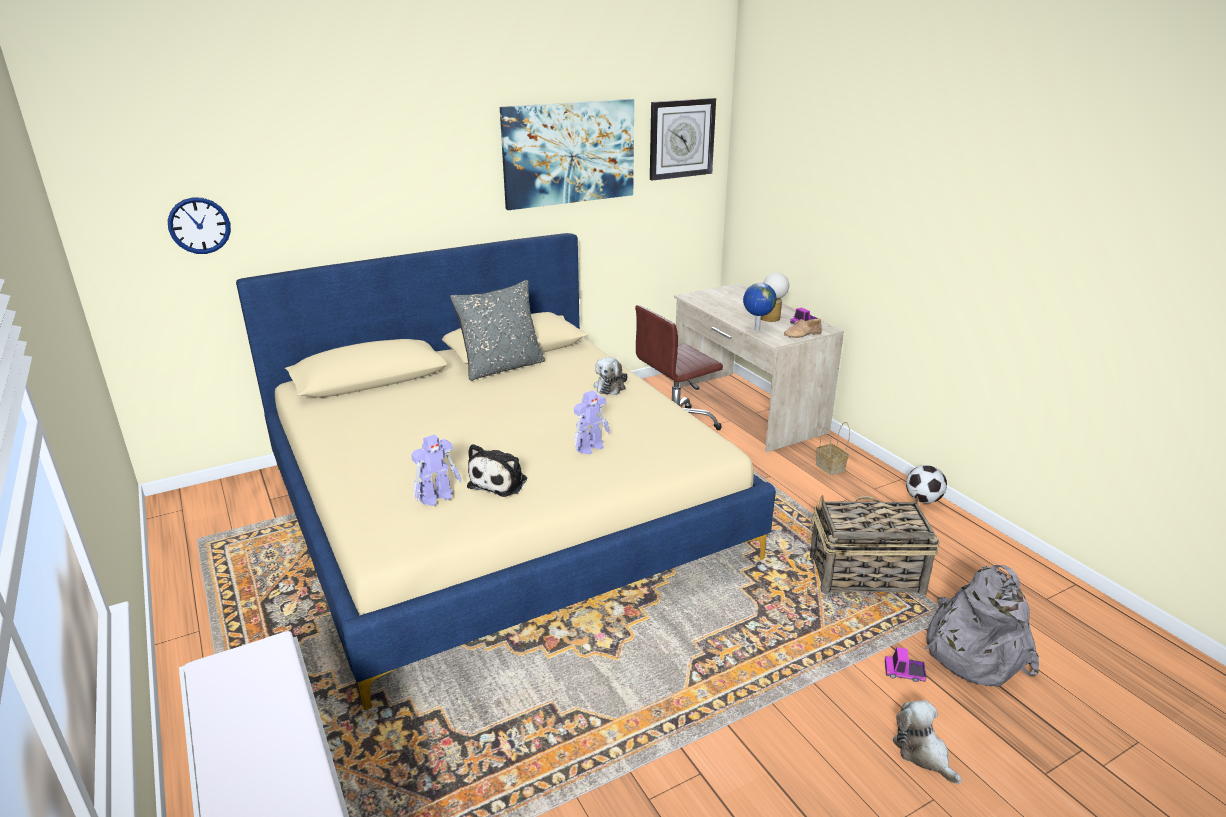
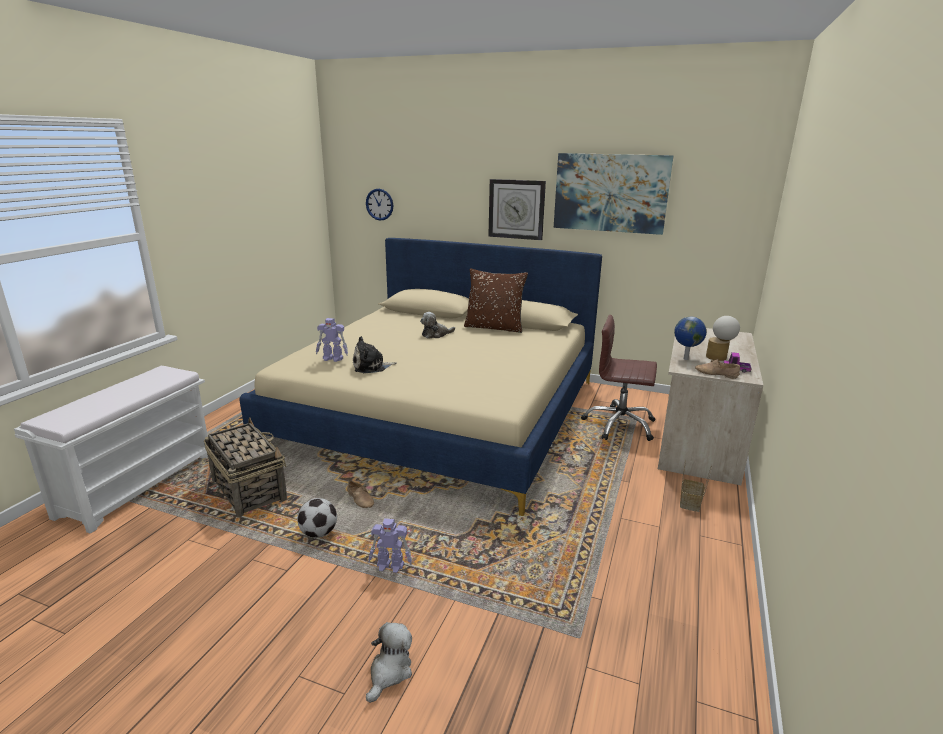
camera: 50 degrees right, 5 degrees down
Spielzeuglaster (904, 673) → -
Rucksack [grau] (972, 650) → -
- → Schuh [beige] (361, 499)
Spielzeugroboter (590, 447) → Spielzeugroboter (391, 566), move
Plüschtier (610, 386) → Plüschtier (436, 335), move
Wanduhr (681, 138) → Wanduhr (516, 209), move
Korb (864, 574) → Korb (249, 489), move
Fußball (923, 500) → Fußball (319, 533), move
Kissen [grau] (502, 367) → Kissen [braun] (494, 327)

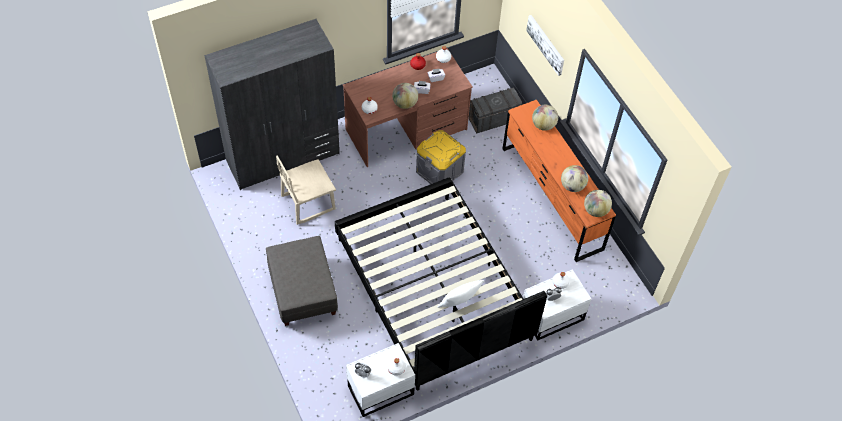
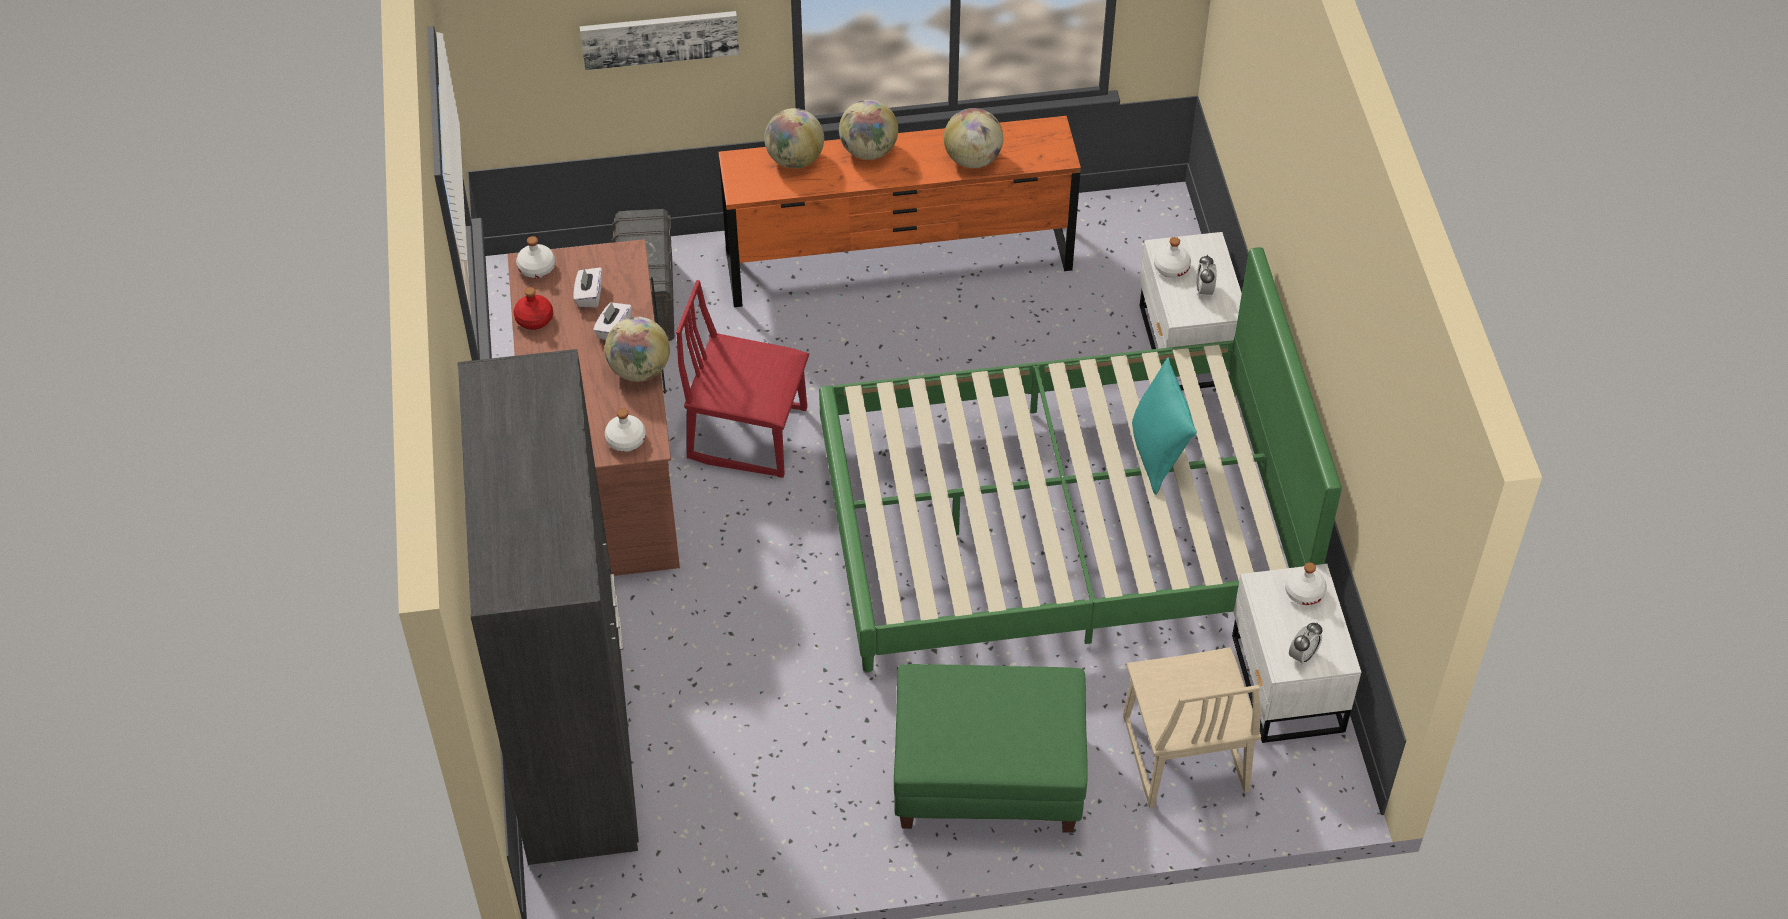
camera: 70 degrees left, 5 degrees down
Stuhl [beige] (308, 202) → Stuhl [beige] (1183, 755), move
Globus (595, 210) → Globus (868, 151), move
Aufbewahrungsbox [grau] (439, 171) → Stuhl [rot] (748, 433)
Polsterhocker [grau] (303, 291) → Polsterhocker [grün] (988, 776)
Bett [schwarz] (432, 289) → Bett [grün] (1059, 526)
Kissen [weiß] (459, 304) → Kissen [türkis] (1158, 455)

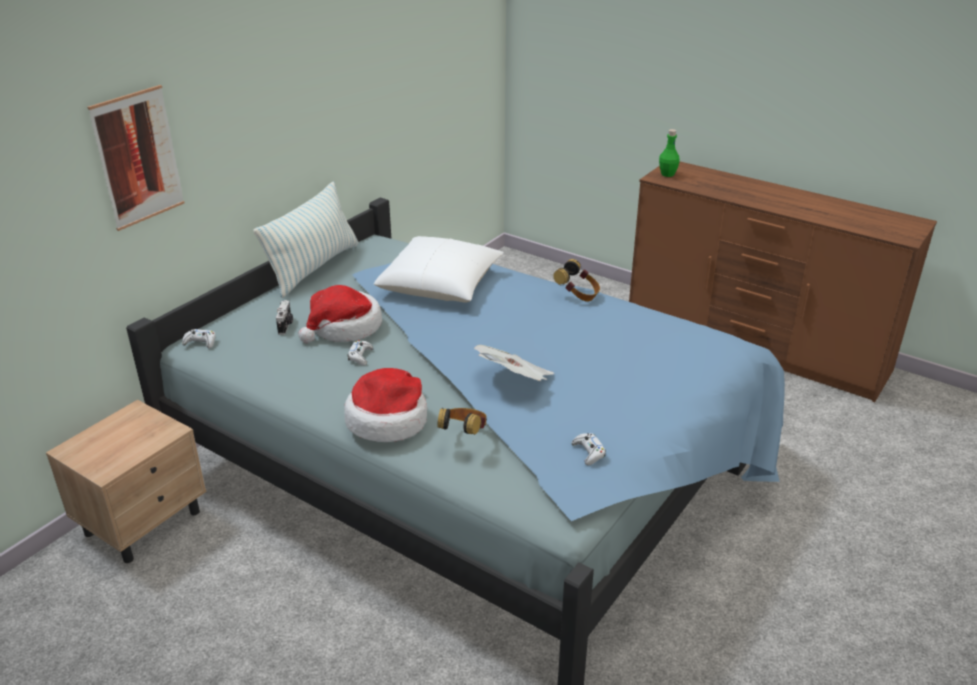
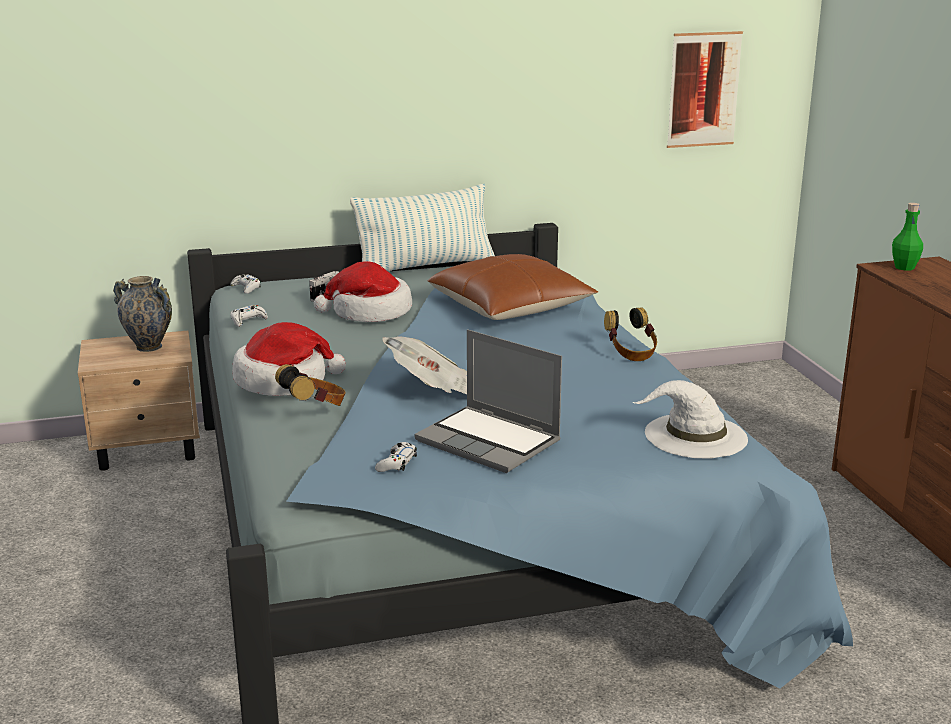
camera: 40 degrees right, 10 degrees down
- → Vase (148, 347)
- → Laptop (490, 441)
- → Hut [weiß] (694, 436)
Bild (138, 158) → Bild (703, 89), move
Gamepad [weiß] (360, 356) → Gamepad [weiß] (248, 320), move
Kissen [weiß] (440, 284) → Kissen [braun] (511, 307)

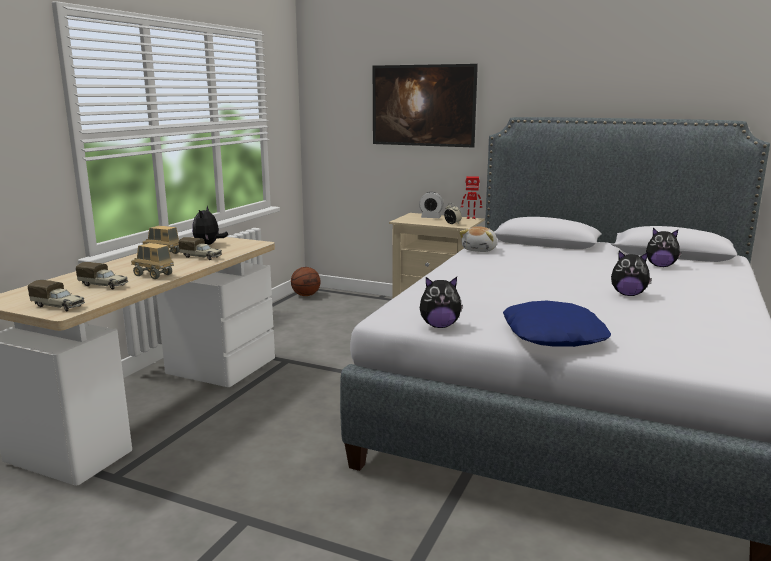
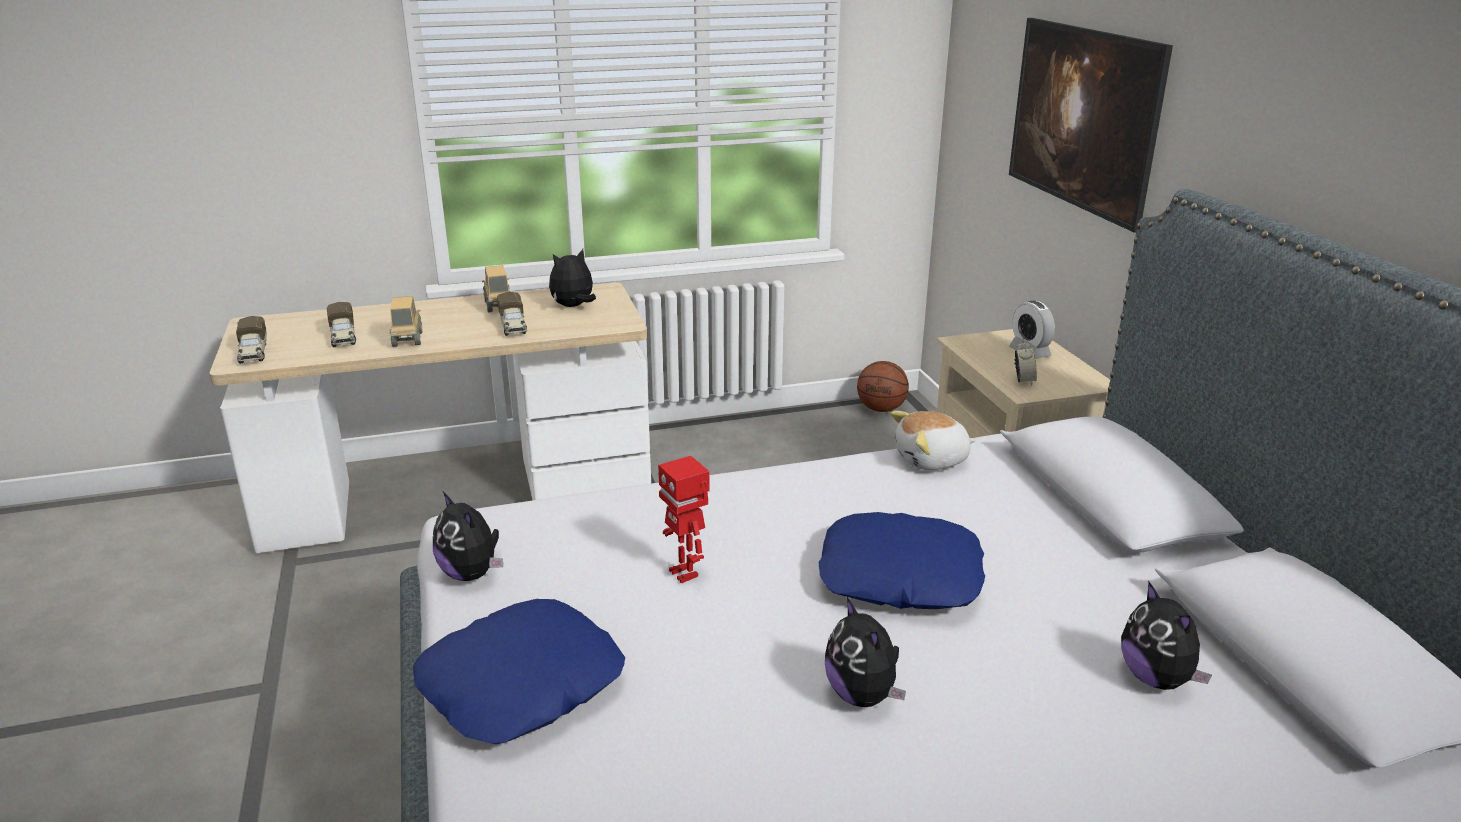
camera: 50 degrees right, 10 degrees up
- → Kissen [blau] (899, 577)
Spielzeugroboter (471, 218) → Spielzeugroboter (685, 573), move

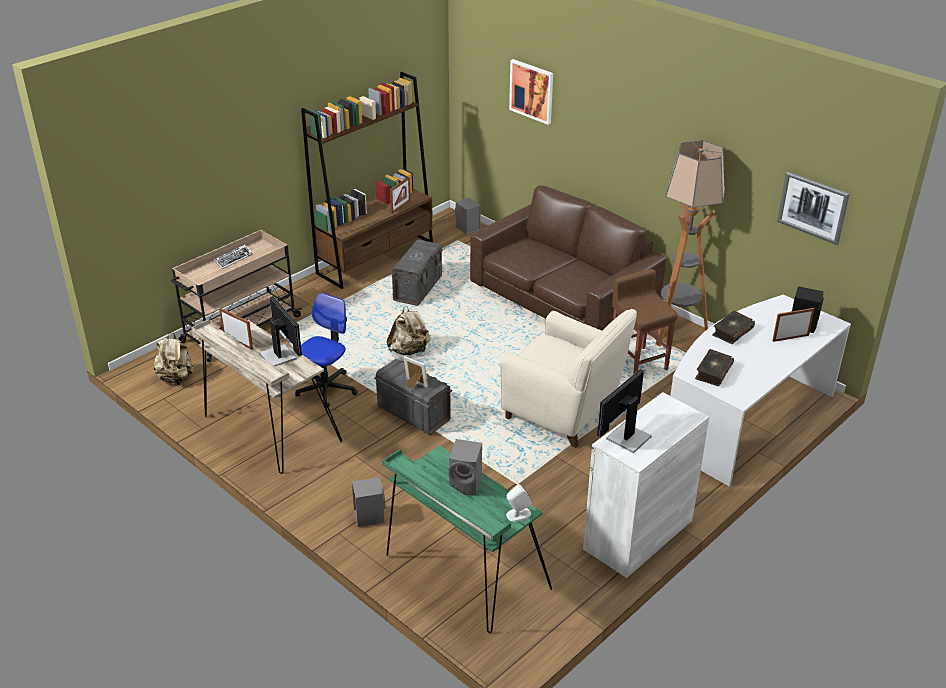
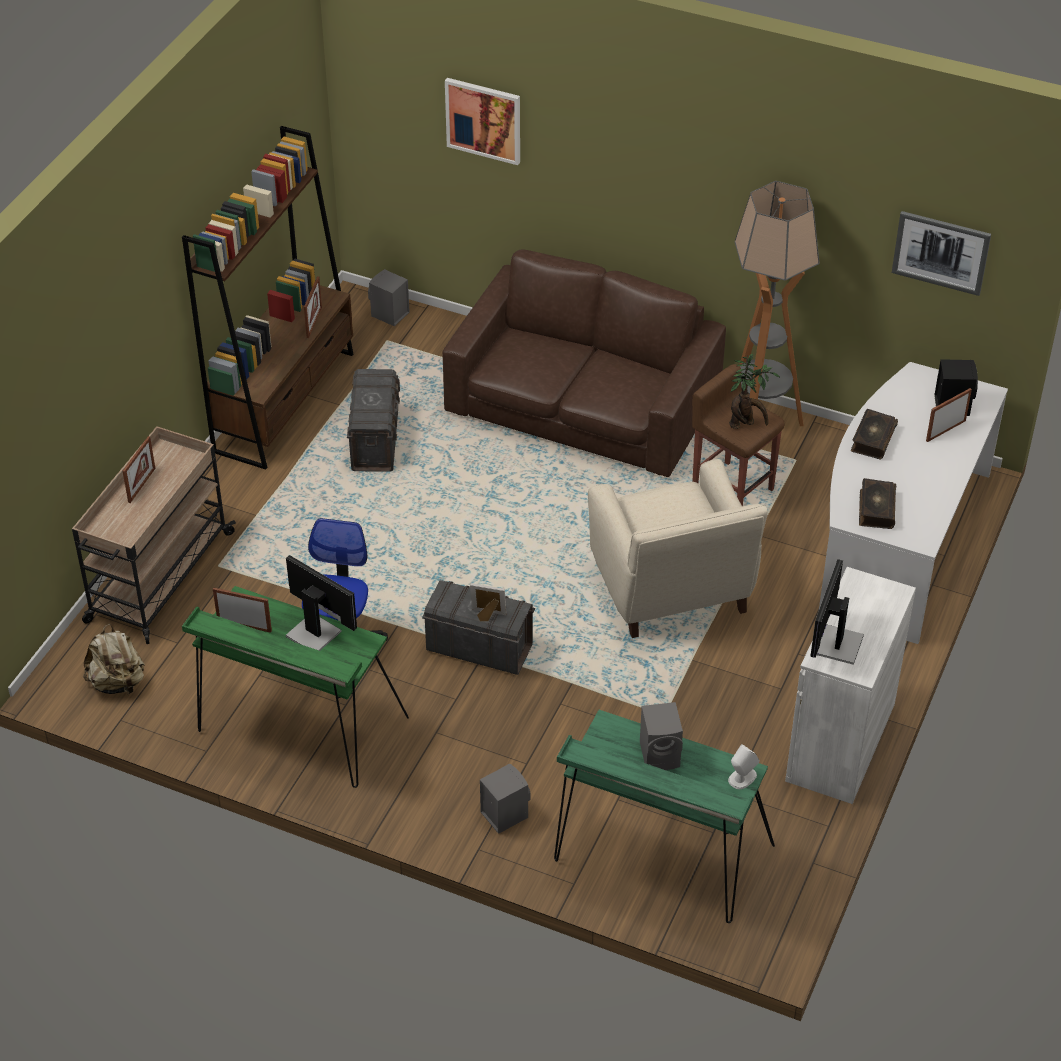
camera: 20 degrees left, 10 degrees up
Rucksack [beige] (409, 350) → -
- → Topfpflanze (745, 424)
Tastatur (233, 259) → Bilderrahmen (142, 485)
Schreibtisch [beige] (268, 429) → Schreibtisch [grün] (297, 726)
Sessel [beige] (564, 411) → Sessel [beige] (671, 590), 60 degrees clockwise

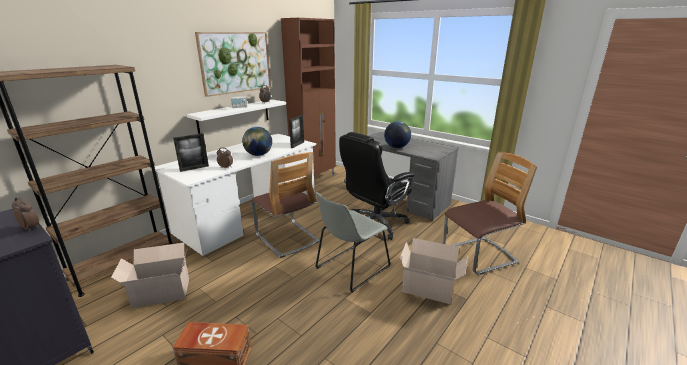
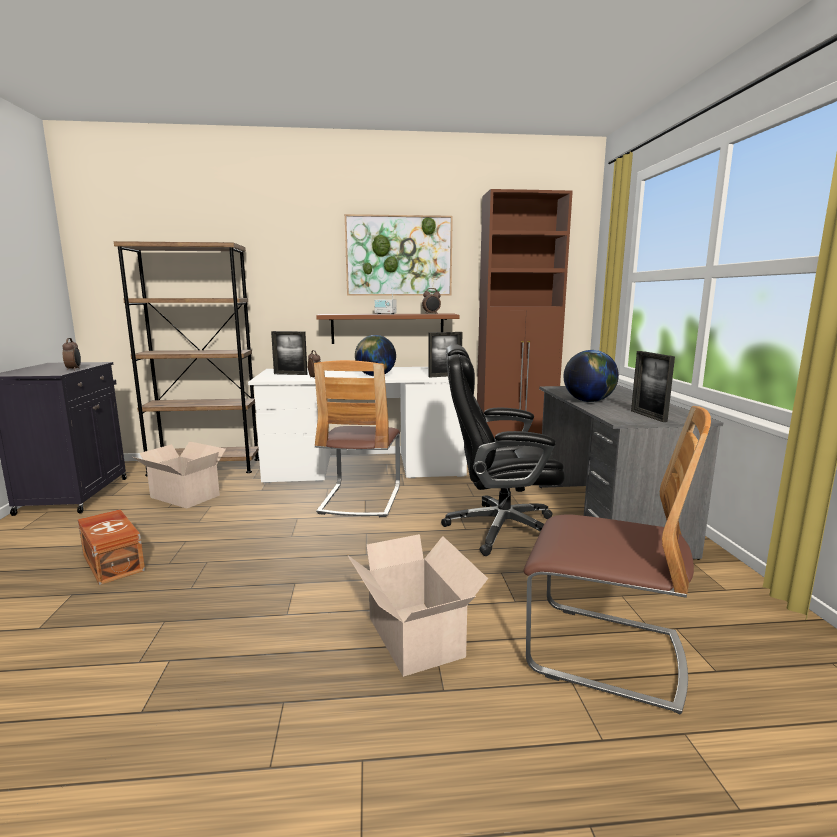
camera: 45 degrees right, 10 degrees down
Stuhl [grau] (350, 268) → -
- → Bilderrahmen (648, 416)
Wandregal [weiß] (234, 116) → Wandregal [braun] (387, 328)

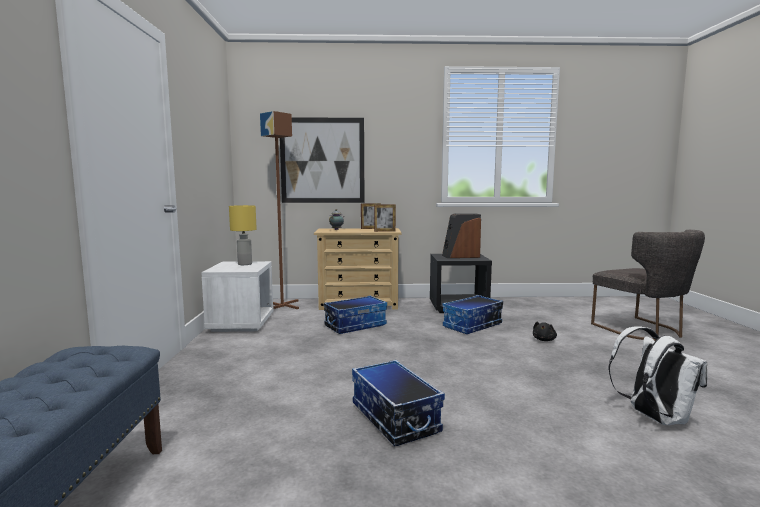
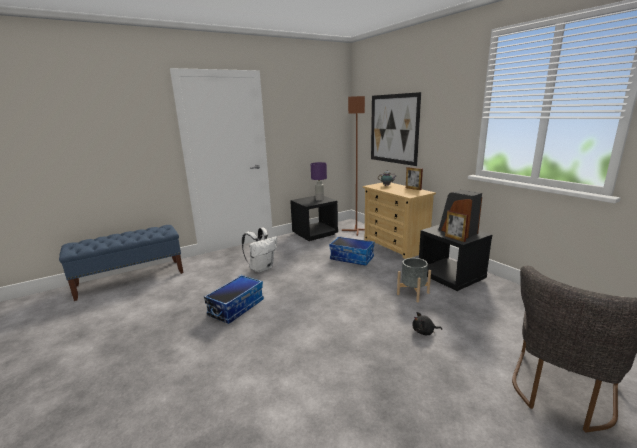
camera: 60 degrees right, 10 degrees up
Bilderrahmen (384, 231) → Bilderrahmen (455, 238), move
Rucksack [weiß] (653, 417) → Rucksack [weiß] (261, 268), move
Aufbewahrungsbox (472, 325) → Pflanzkübel [grau] (413, 293)
Nachttisch [weiß] (241, 323) → Nachttisch [schwarz] (315, 234)
Tischlampe [gelb] (244, 264) → Tischlampe [lila] (319, 199)

